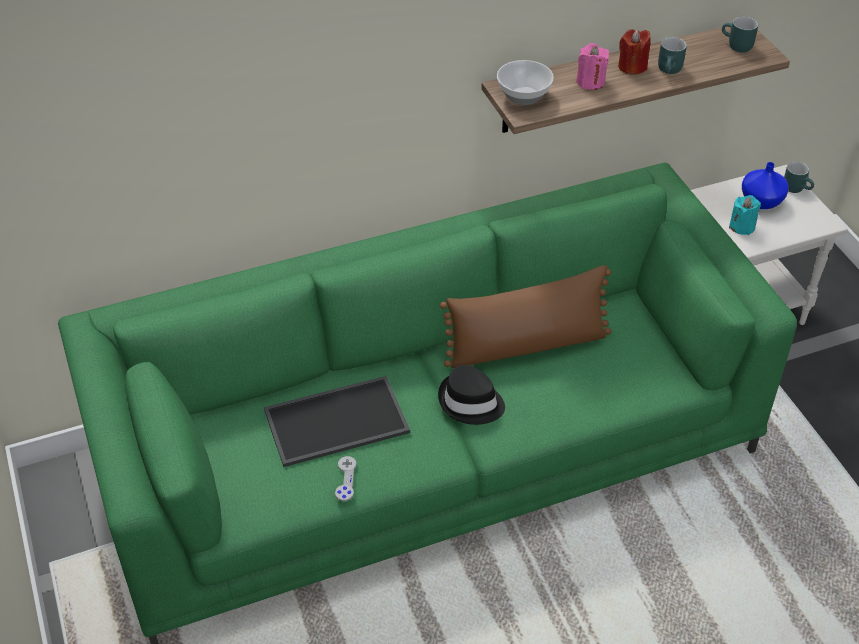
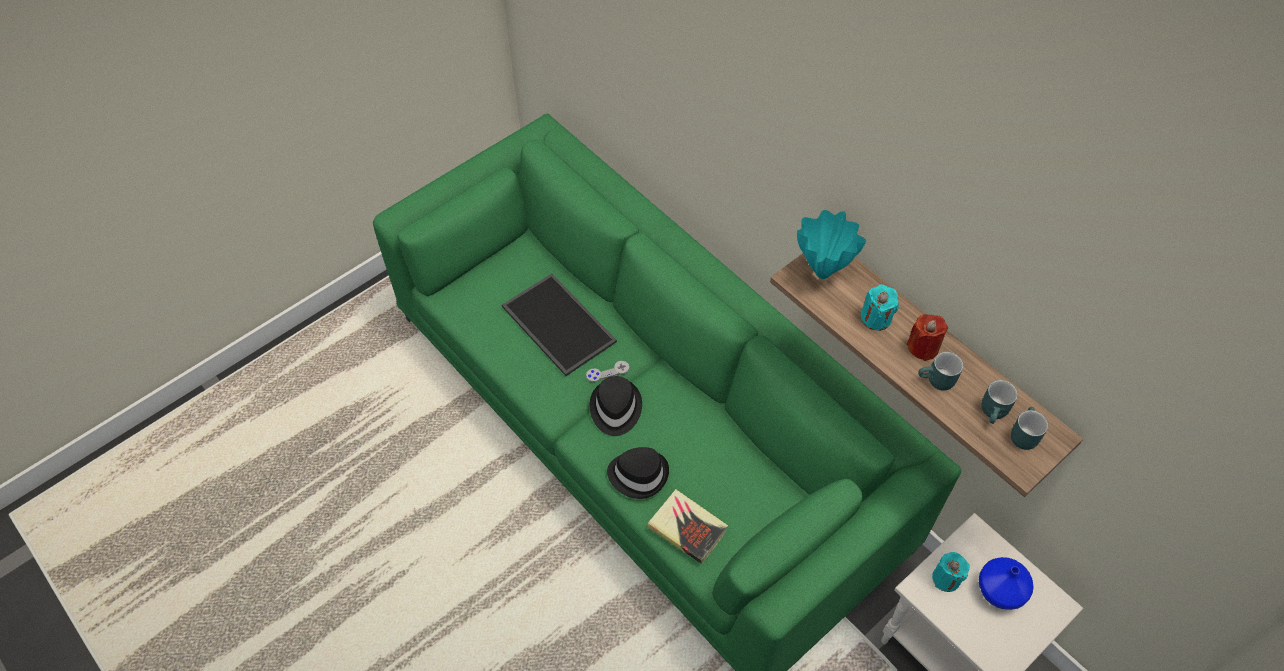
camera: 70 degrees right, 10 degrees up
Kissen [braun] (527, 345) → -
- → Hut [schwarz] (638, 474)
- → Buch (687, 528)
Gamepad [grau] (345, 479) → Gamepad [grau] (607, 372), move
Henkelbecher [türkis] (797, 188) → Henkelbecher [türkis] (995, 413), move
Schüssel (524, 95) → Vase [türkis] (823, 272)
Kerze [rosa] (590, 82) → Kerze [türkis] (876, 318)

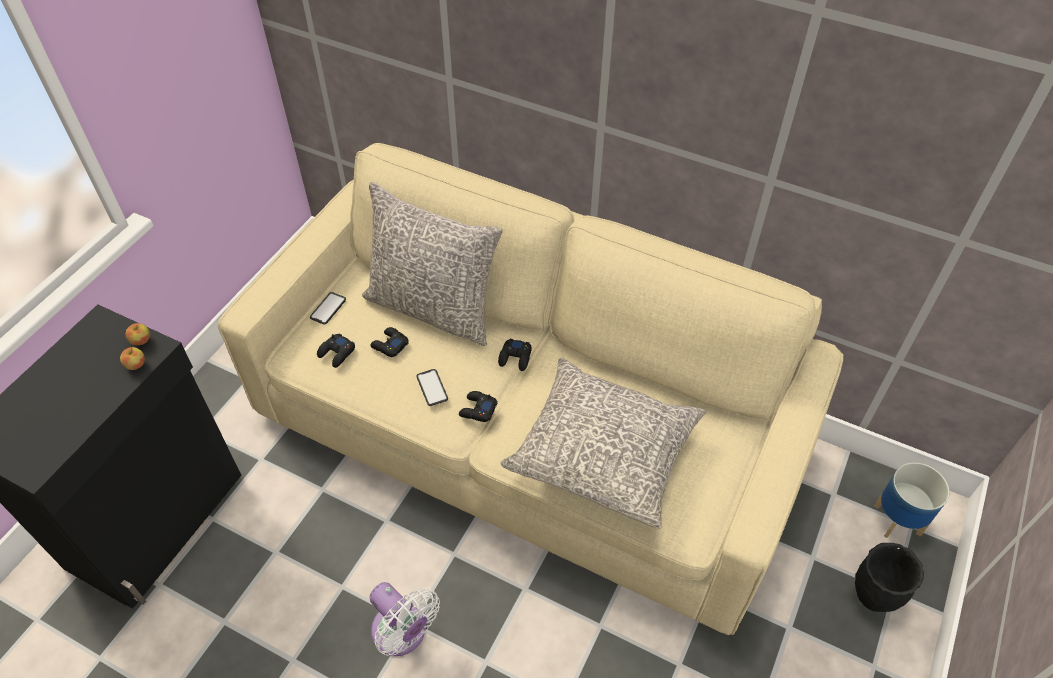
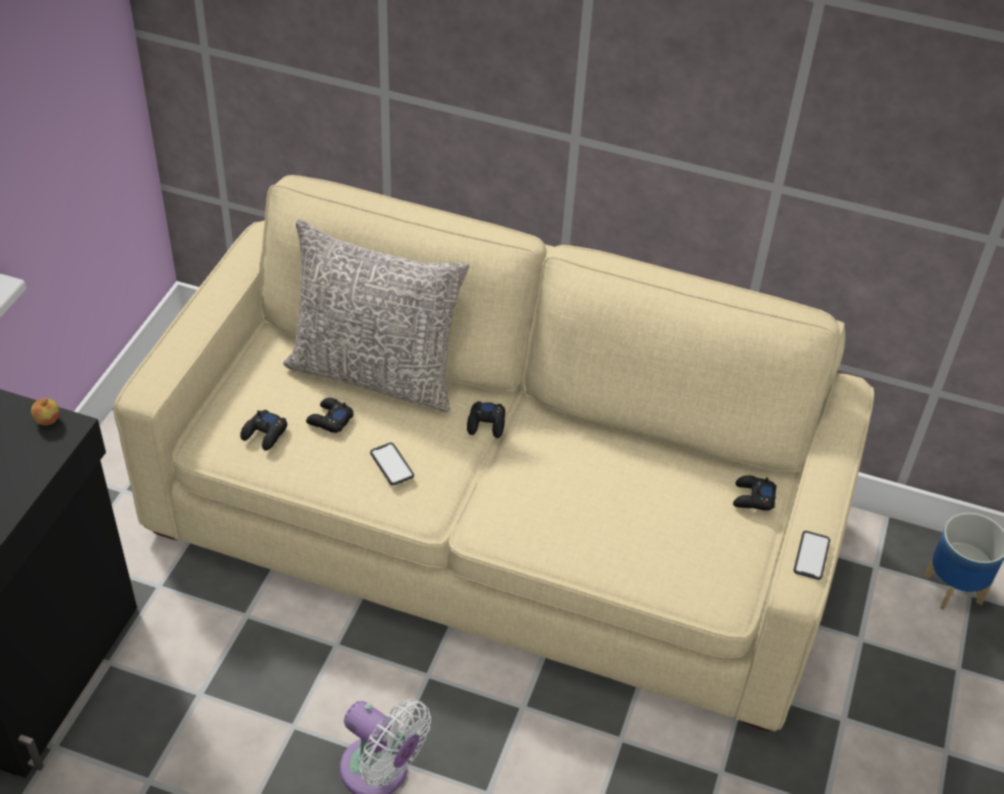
camera: 10 degrees left, 5 degrees down
Apfel (136, 365) → -
Kissen [grau] (604, 452) → -
Pflanzkübel [schwarz] (872, 596) → -
Handy (328, 308) → Handy (811, 556), move
Gamepad [schwarz] (477, 410) → Gamepad [schwarz] (753, 498), move

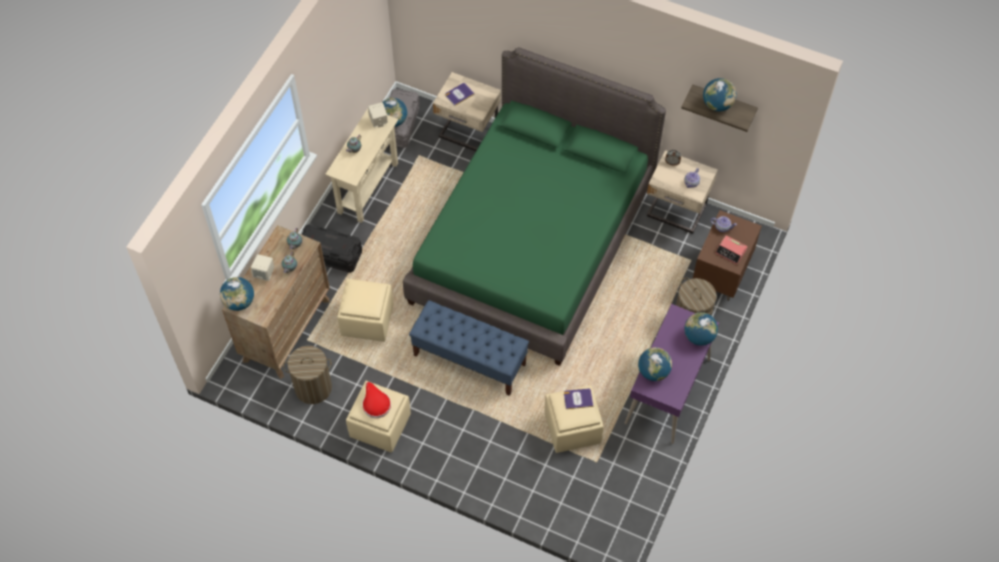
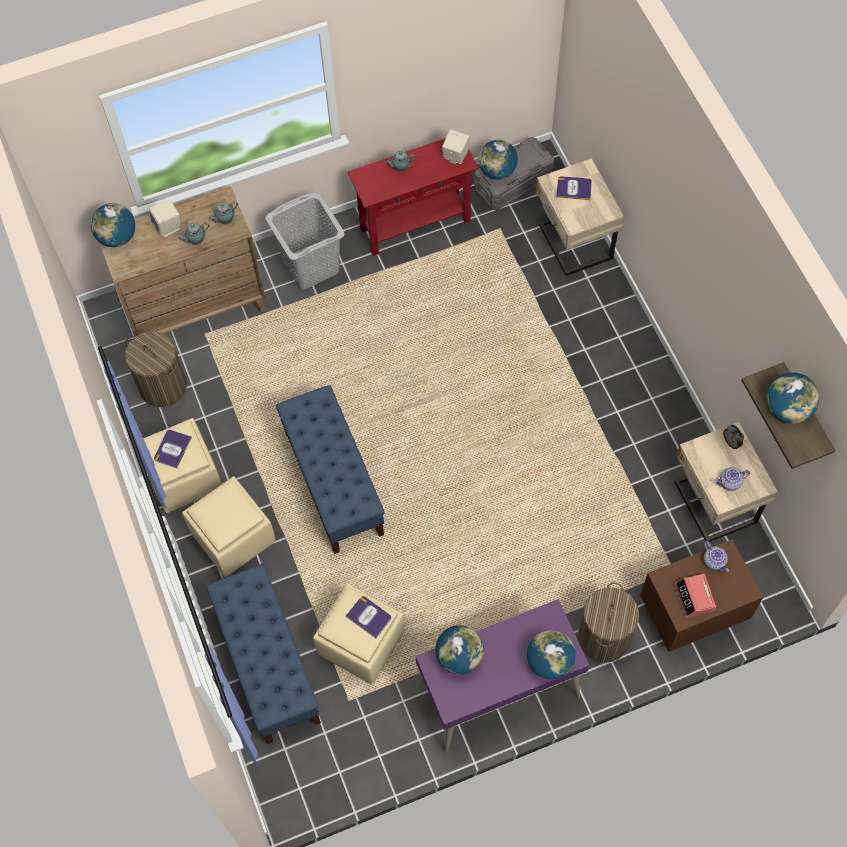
camera: 45 degrees right, 5 degrees up
Bett [grün] (532, 243) → -
- → Bank [blau] (268, 664)
Polsterhocker [beige] (366, 320) → Polsterhocker [beige] (232, 537), move
Aufbewahrungsbox [schwarz] (330, 254) → Wäschekorb [grau] (311, 265)
Hut [rot] (375, 403) → Buch (172, 449)
Konsolentisch [beige] (368, 188) → Konsolentisch [rot] (415, 224)

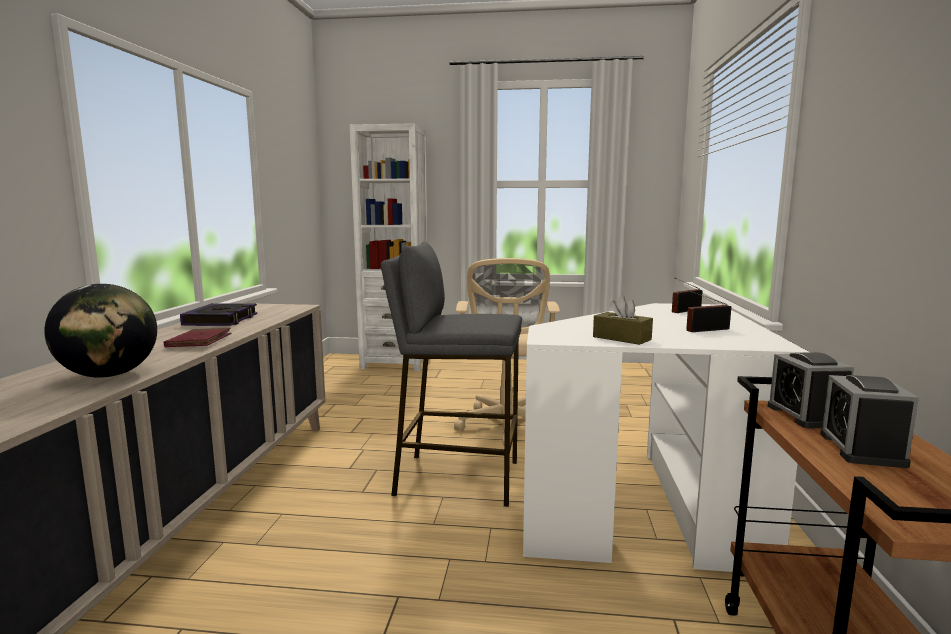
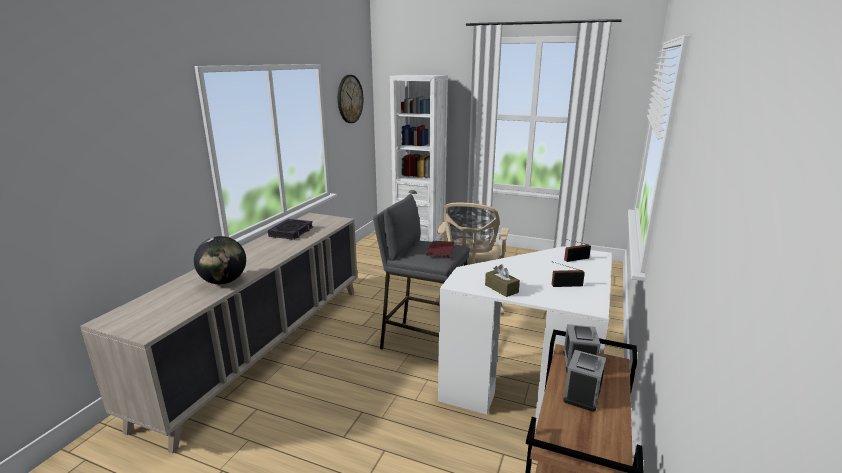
camera: 15 degrees right, 10 degrees up
- → Wanduhr (349, 99)
Buch [rot] (199, 341) → Buch [rot] (440, 251), move

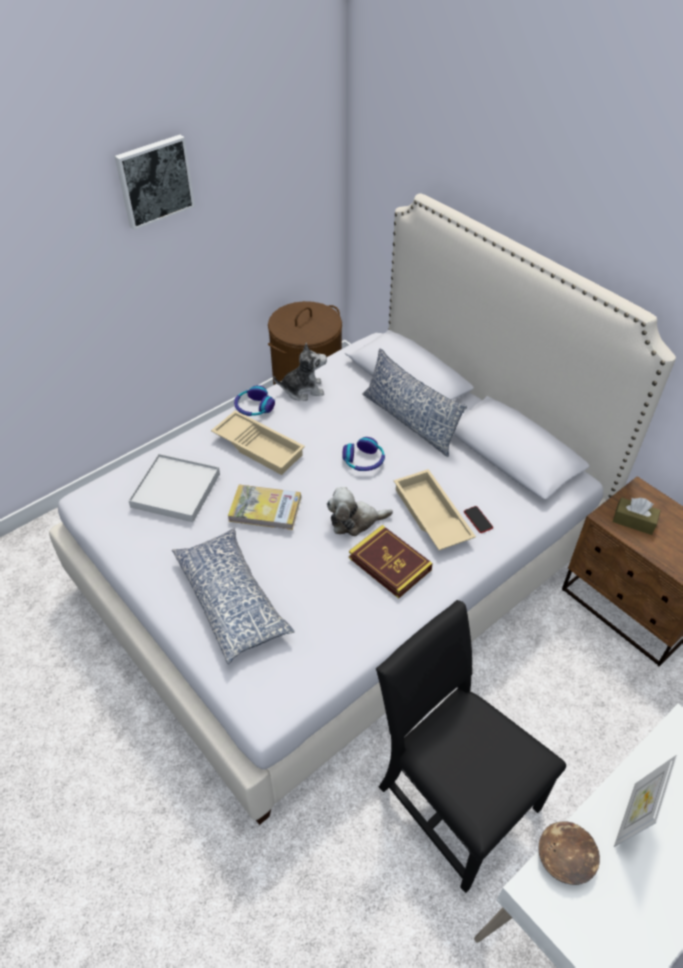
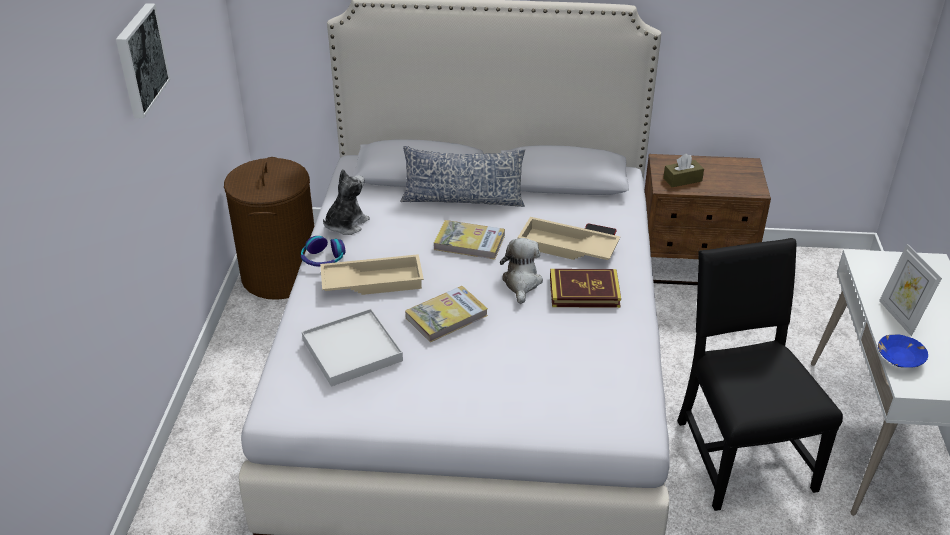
camera: 45 degrees left, 10 degrees down
Kissen (232, 599) → -
Kopfhörer (363, 460) → Buch (469, 242)
Schüssel [braun] (566, 856) → Schüssel [blau] (899, 358)
Plüschtier (355, 521) → Plüschtier (521, 283), 150 degrees clockwise
Stuhl [schwarz] (452, 797) → Stuhl [schwarz] (739, 452), 75 degrees clockwise

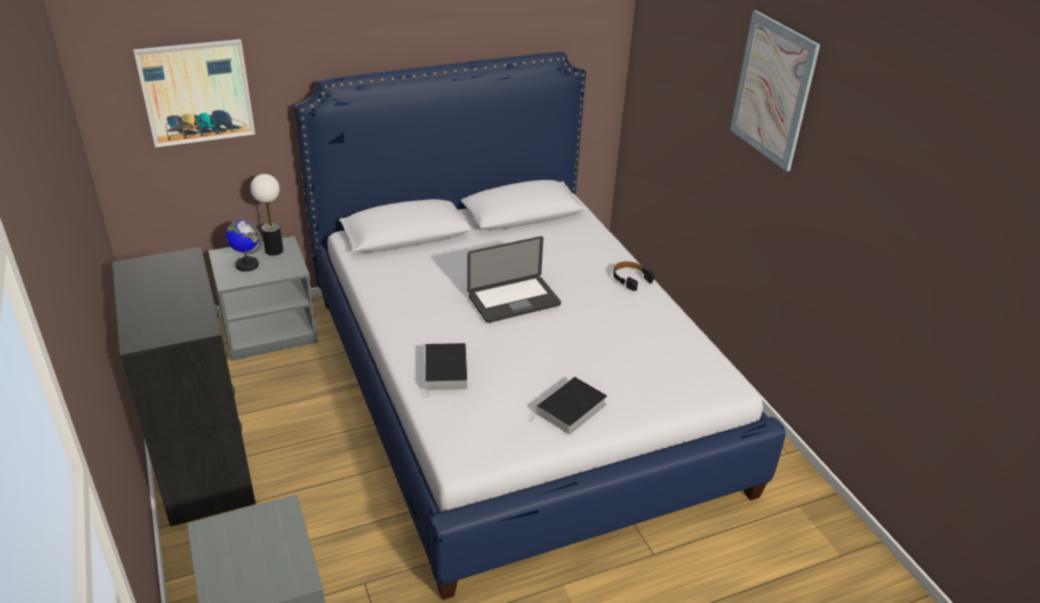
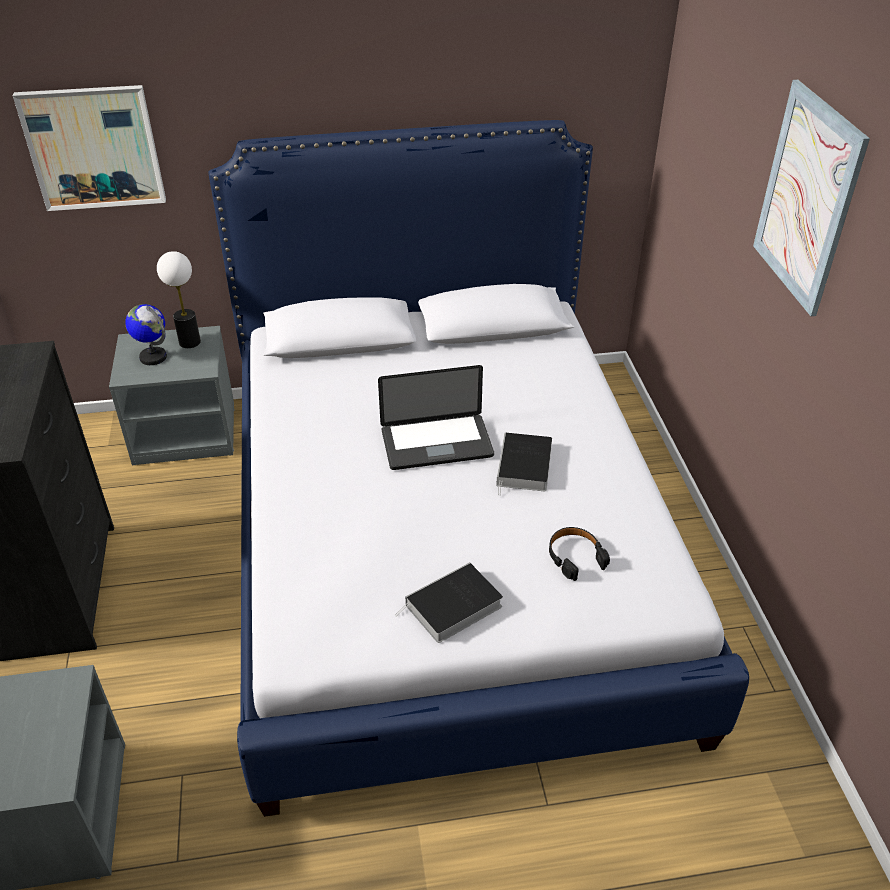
camera: 15 degrees right, 5 degrees up
Buch (446, 371) → Buch (524, 467), move
Kopfhörer [schwarz] (630, 279) → Kopfhörer [schwarz] (575, 557), move

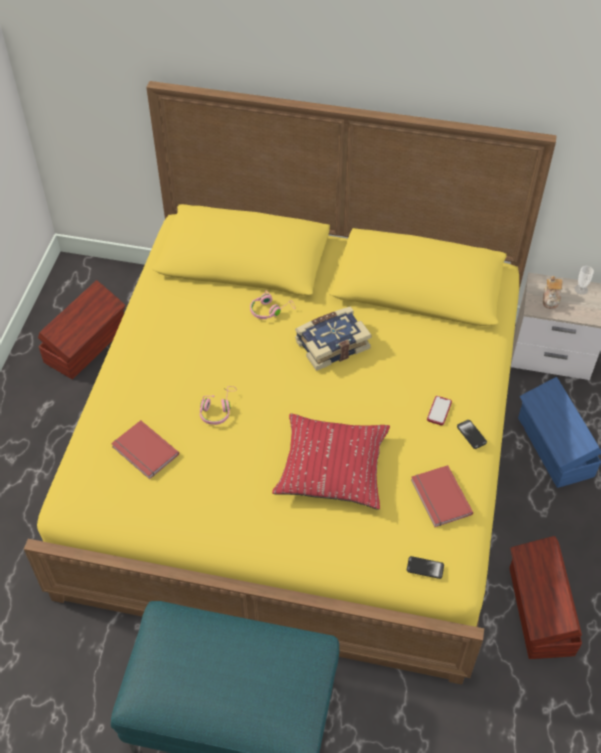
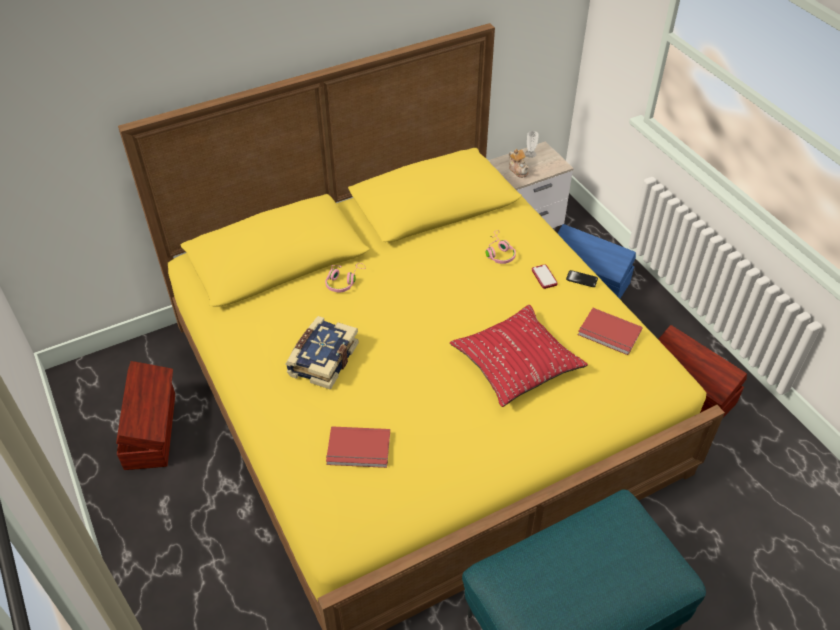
camera: 40 degrees left, 5 degrees down
Handy (425, 568) → -
Kopfhörer [rosa] (217, 409) → Kopfhörer [rosa] (499, 253), move
Buch (331, 344) → Buch (322, 359), move

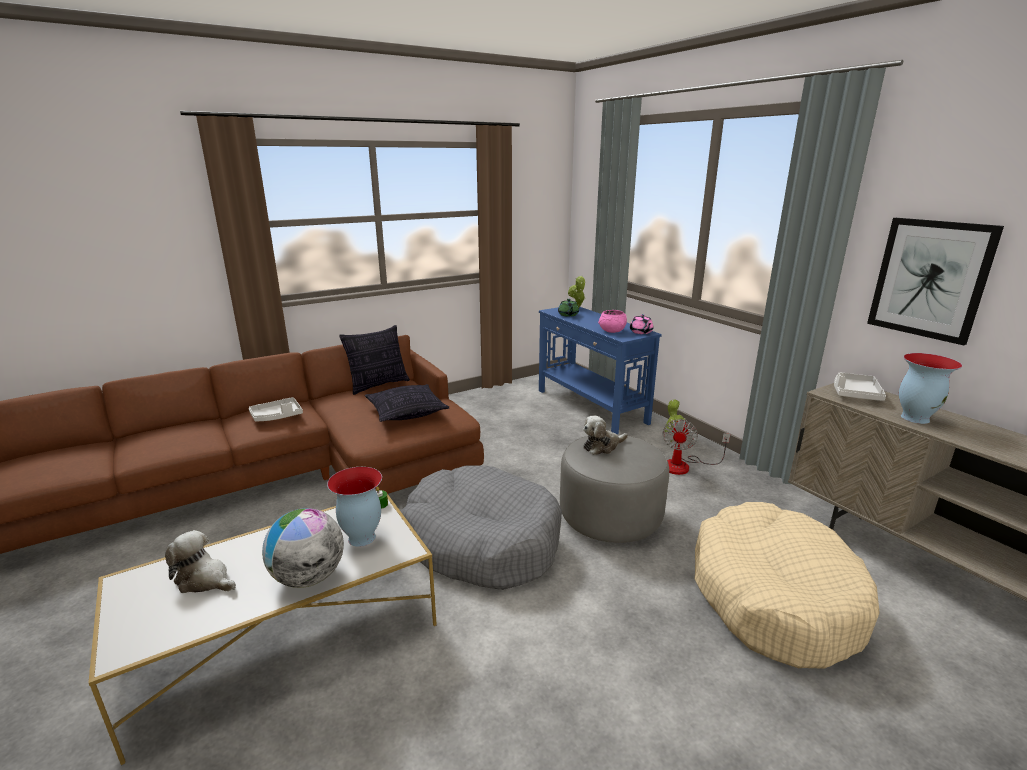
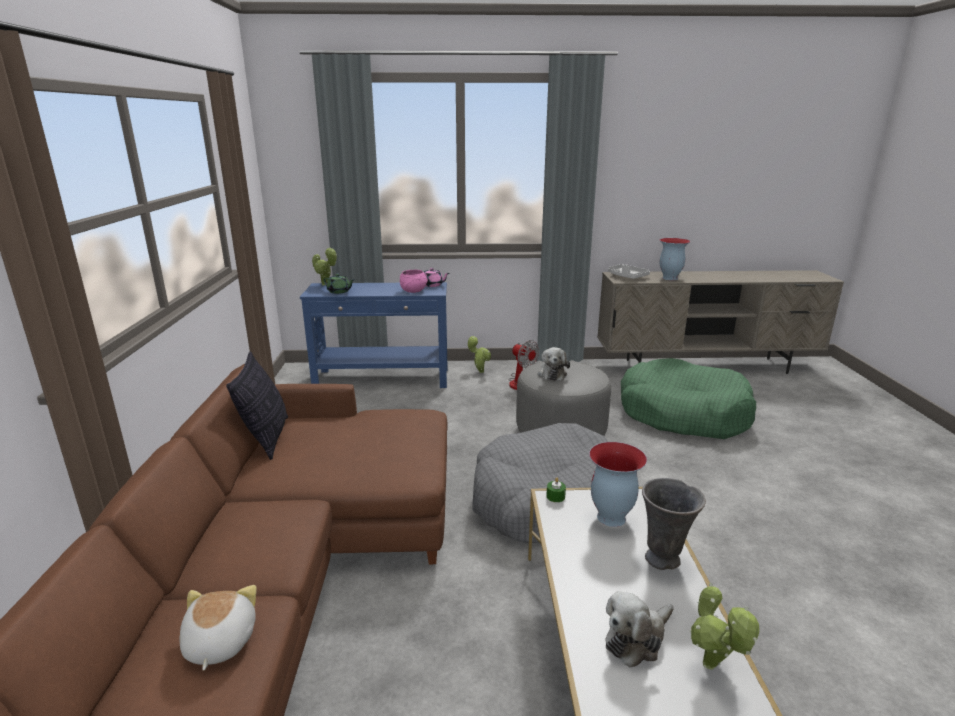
camera: 60 degrees left, 0 degrees up
Tablett [grau] (277, 416) → -
Kissen (407, 413) → -
Bild (930, 279) → -
- → Plüschtier (218, 643)
- → Topfpflanze (712, 668)
Globus (308, 577) → Vase [grau] (663, 560)
Hundebett [beige] (773, 596) → Hundebett [grün] (683, 413)

